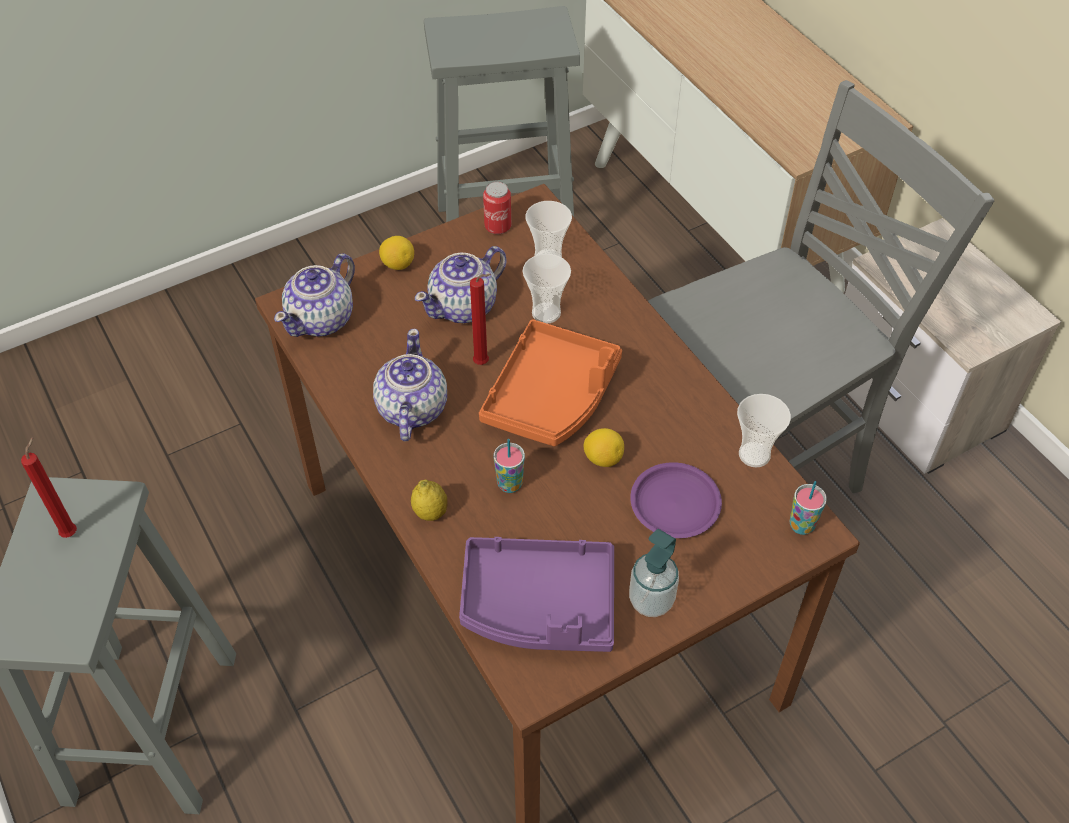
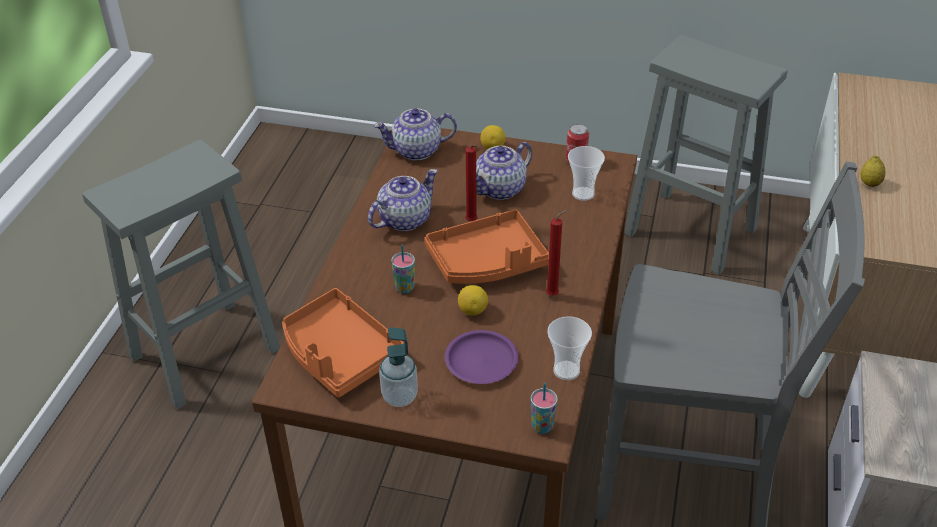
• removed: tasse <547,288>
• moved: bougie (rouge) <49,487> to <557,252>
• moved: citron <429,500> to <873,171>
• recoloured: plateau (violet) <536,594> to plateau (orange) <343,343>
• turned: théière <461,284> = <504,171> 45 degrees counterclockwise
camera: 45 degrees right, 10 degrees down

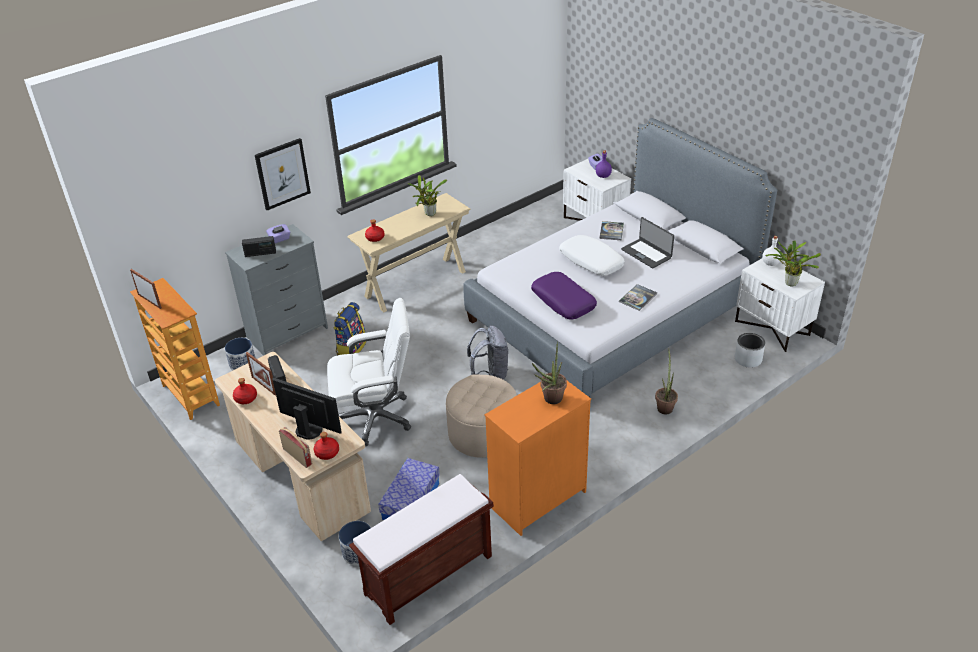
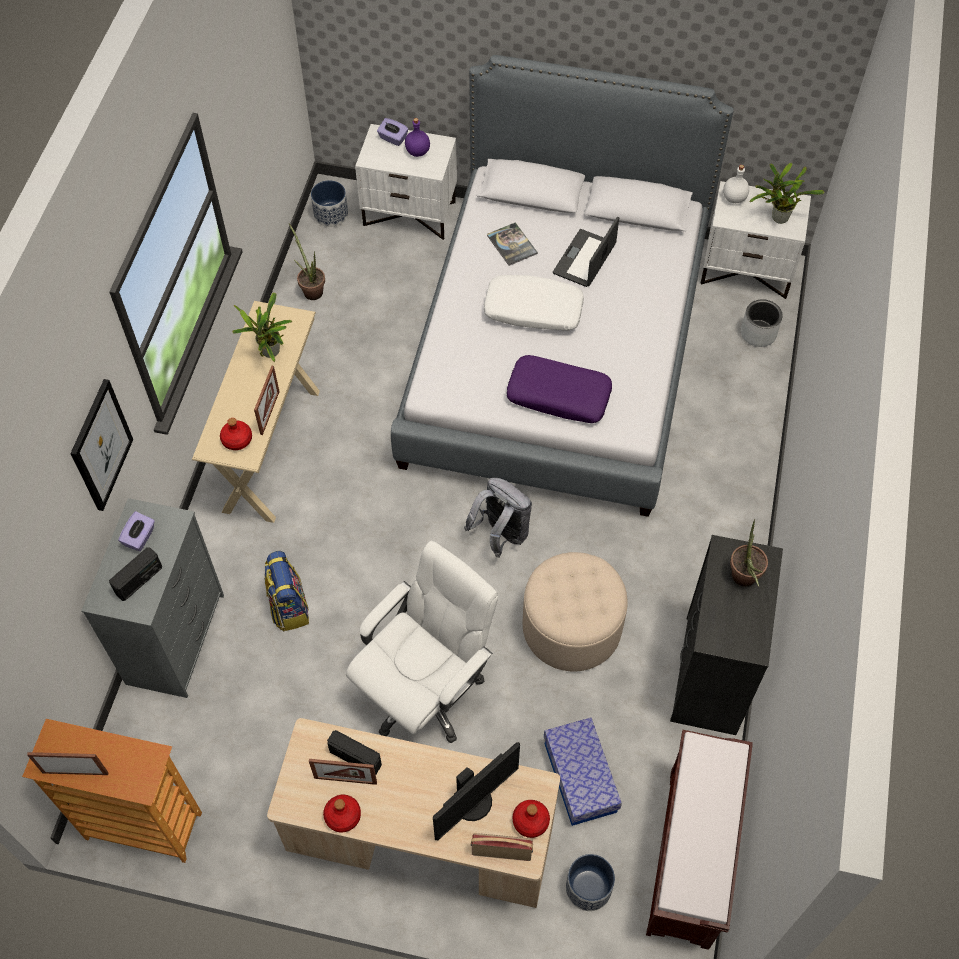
• removed: livre <638,297>
• added: cadre photo <267,400>
• moved: cache-pot <240,354> to <329,203>
• moved: plante en pot <666,382> to <307,262>
• recoloured: commode (orange) <538,458> to commode (noir) <726,635>
• turned: écran d'ordinateur <307,409> = <476,791> 150 degrees clockwise
• turned: ordinateur portable <647,242> = <586,251> 105 degrees clockwise
camera: 40 degrees left, 20 degrees up

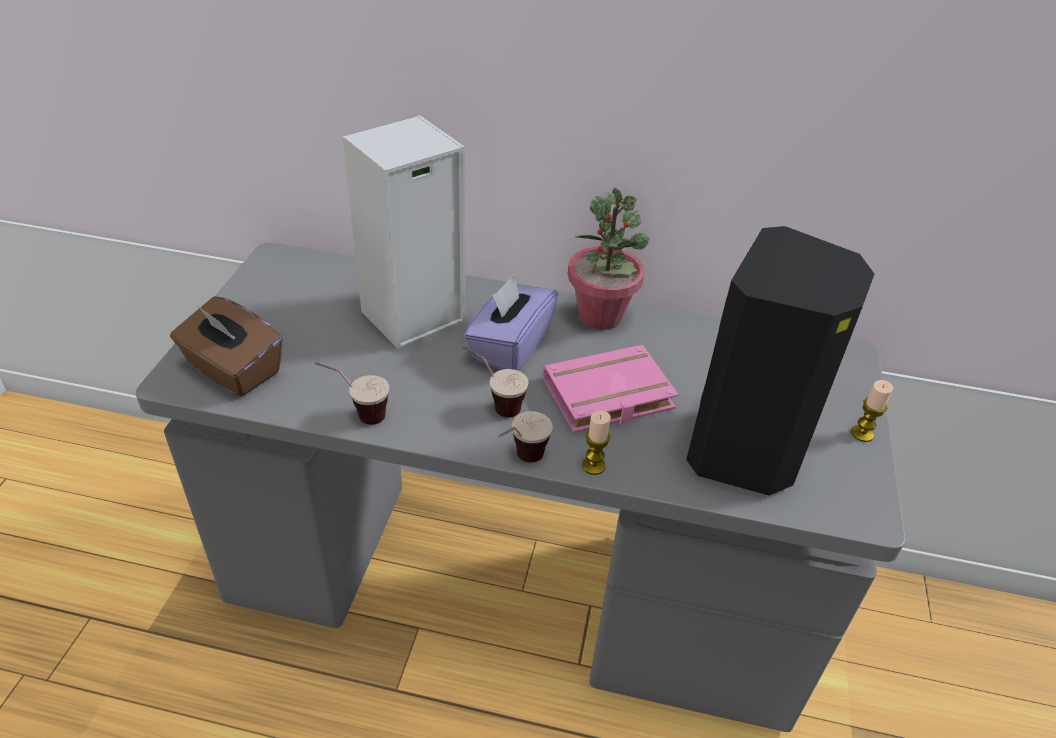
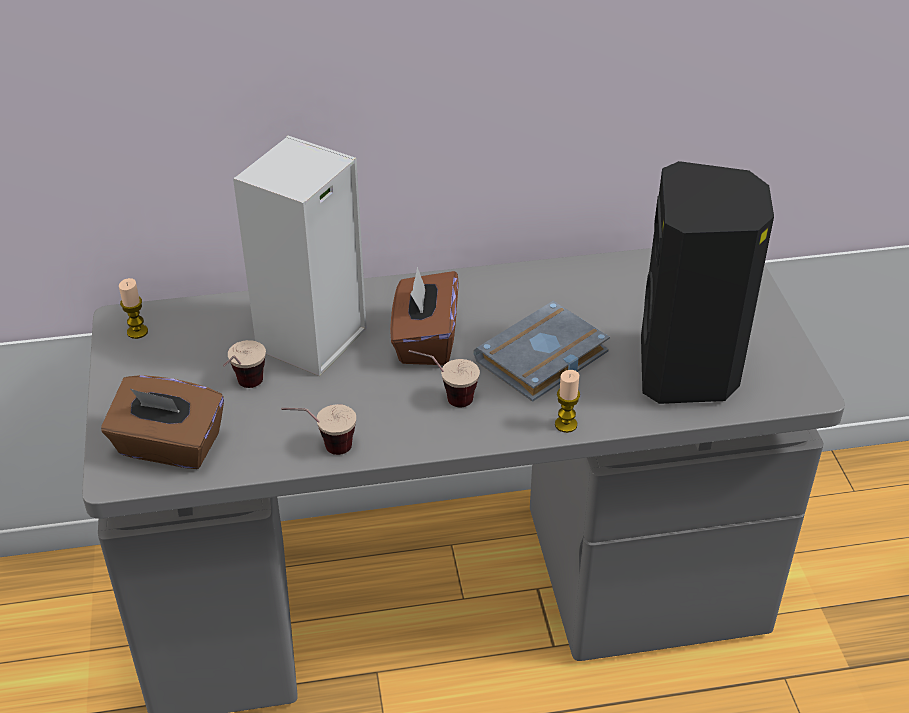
• removed: plante en pot <609,259>
• moved: tasse <525,436> to <244,364>
• moved: bougie <872,411> to <133,308>
• recoloured: boîte à mouchoirs (violet) <511,322> to boîte à mouchoirs (marron) <424,316>
• recoloured: livre (rose) <610,389> to livre (gris) <542,351>
camera: 20 degrees left, 0 degrees up

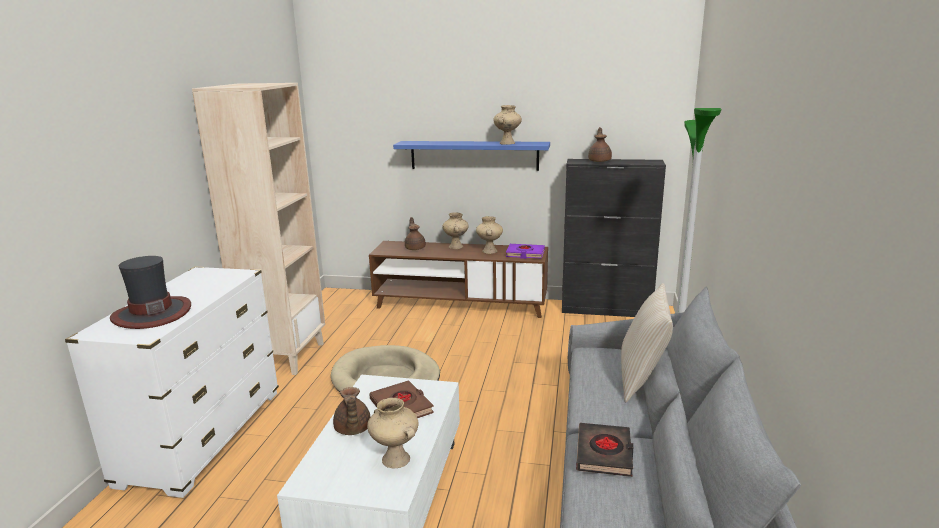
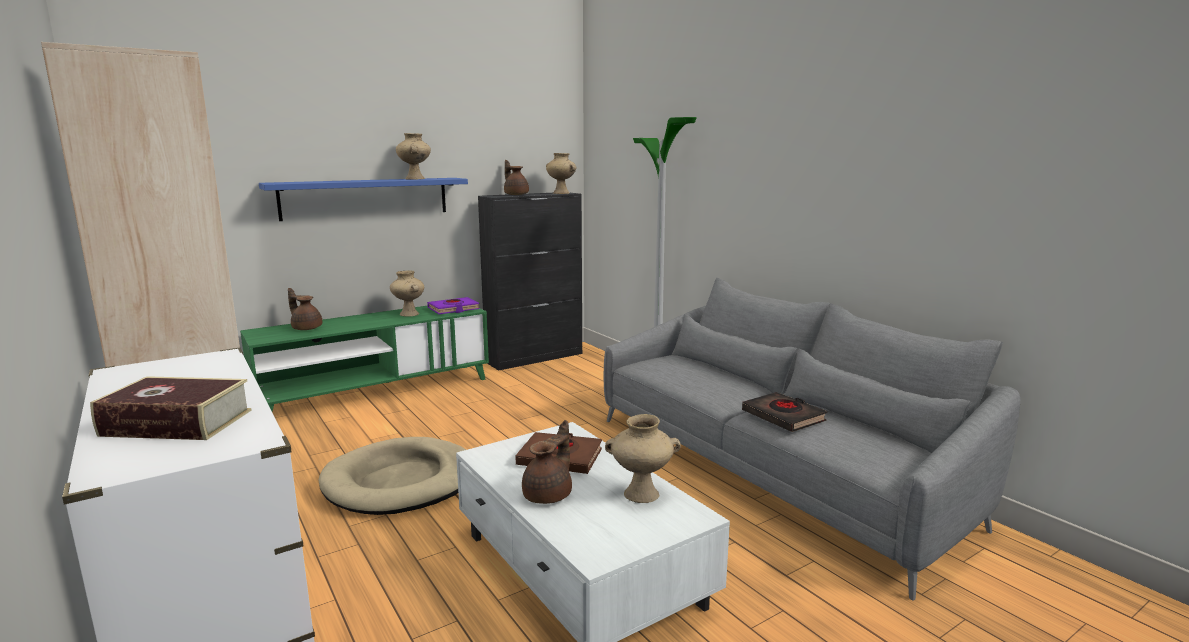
• removed: coussin (beige) <647,342>
• moved: vase (beige) <455,230> to <561,173>
• replaced: chapeau <150,292> to livre <171,408>
• recoloured: meuble télé (marron) <458,279> to meuble télé (vert) <364,358>
• turned: théière (marron) <352,411> = <547,462> 90 degrees counterclockwise
camera: 45 degrees left, 5 degrees down

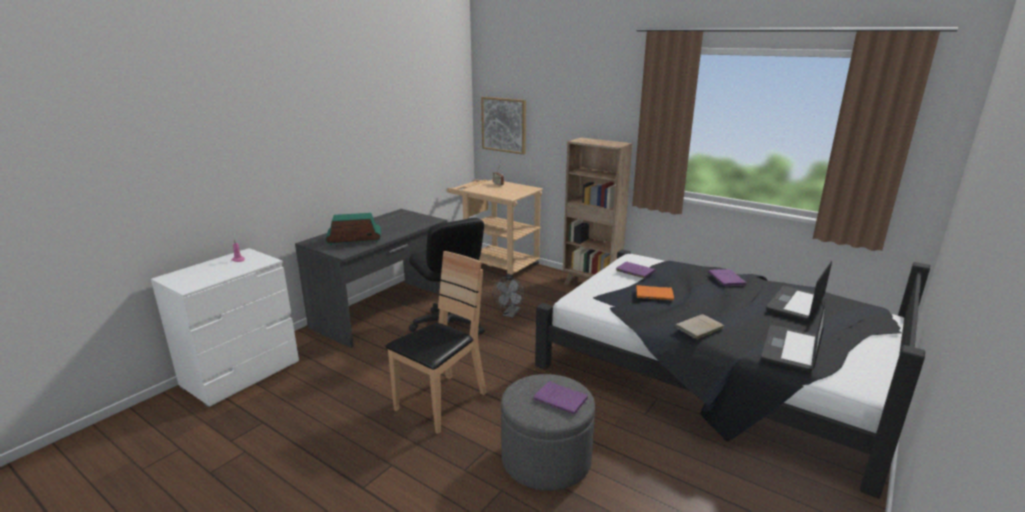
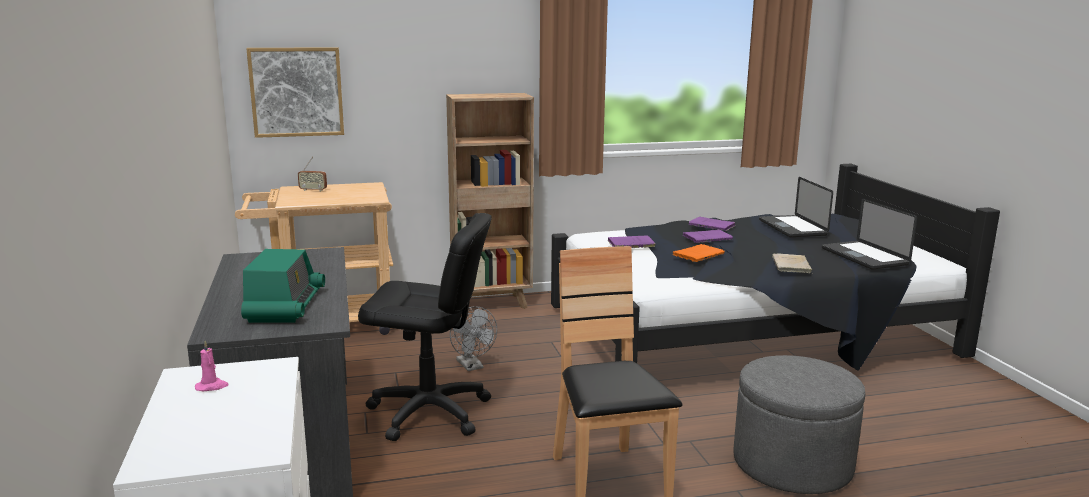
• moved: livre (violet) <561,398> to <708,236>
• turned: radio <353,229> = <283,286> 150 degrees clockwise
camera: 50 degrees left, 5 degrees down

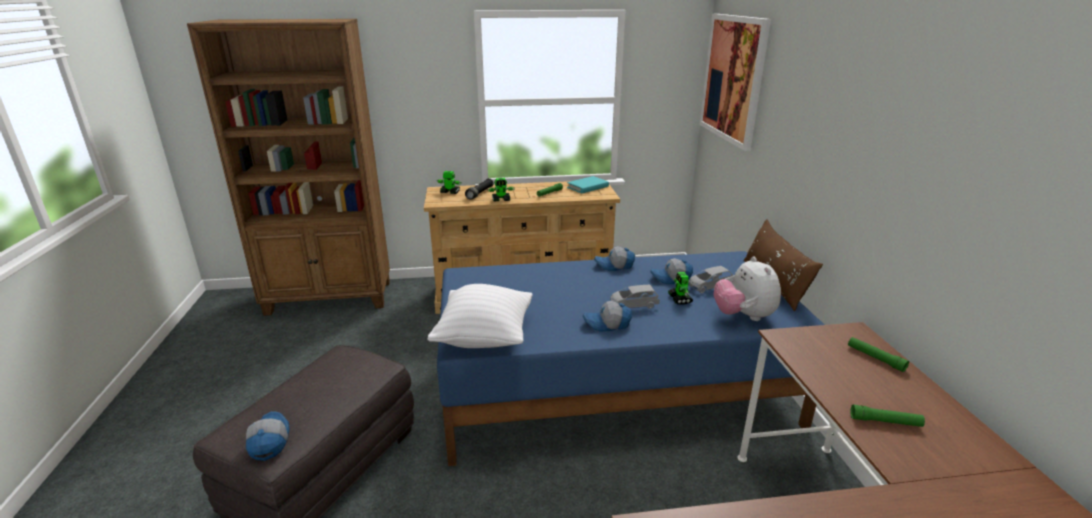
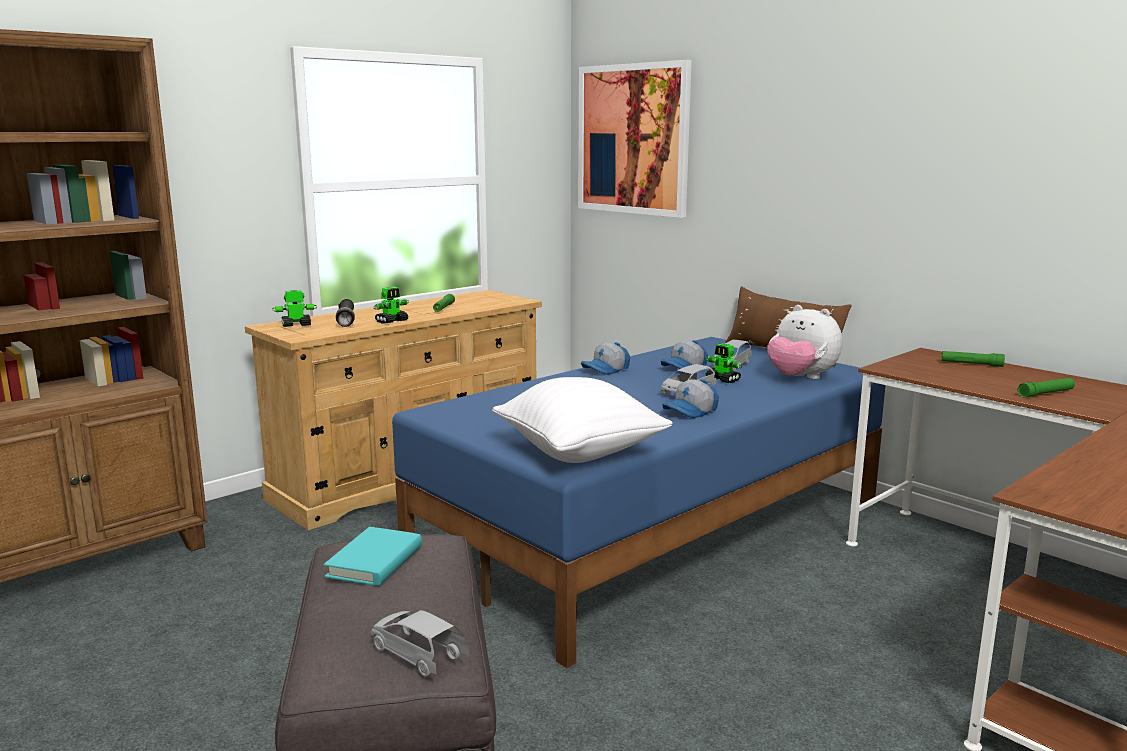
• moved: livre (turquoise) <588,184> to <373,556>
• replaced: casquette <268,436> to petite voiture (gris) <419,643>
camera: 35 degrees left, 10 degrees down

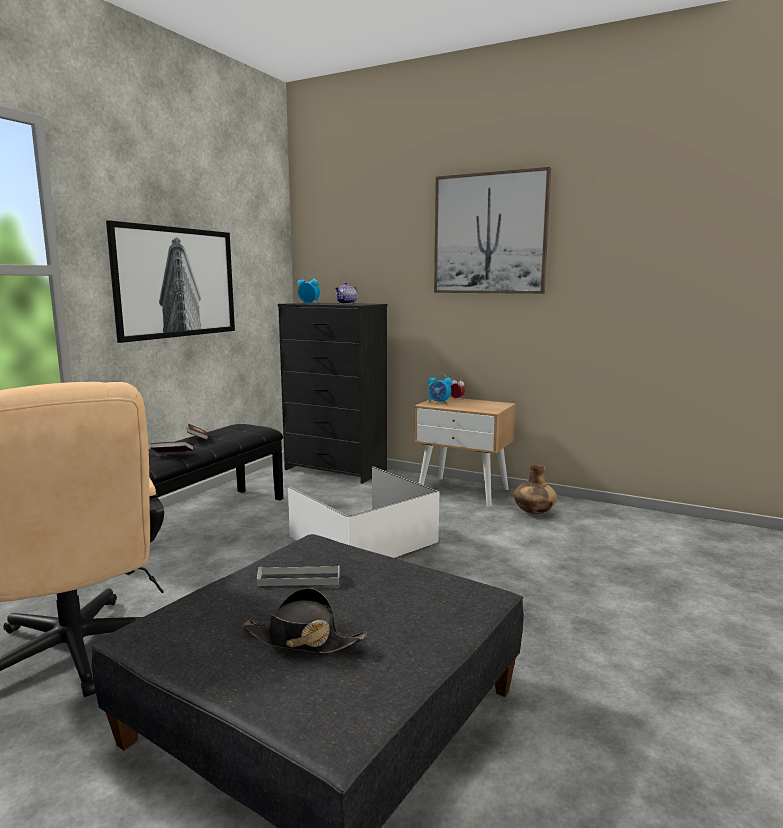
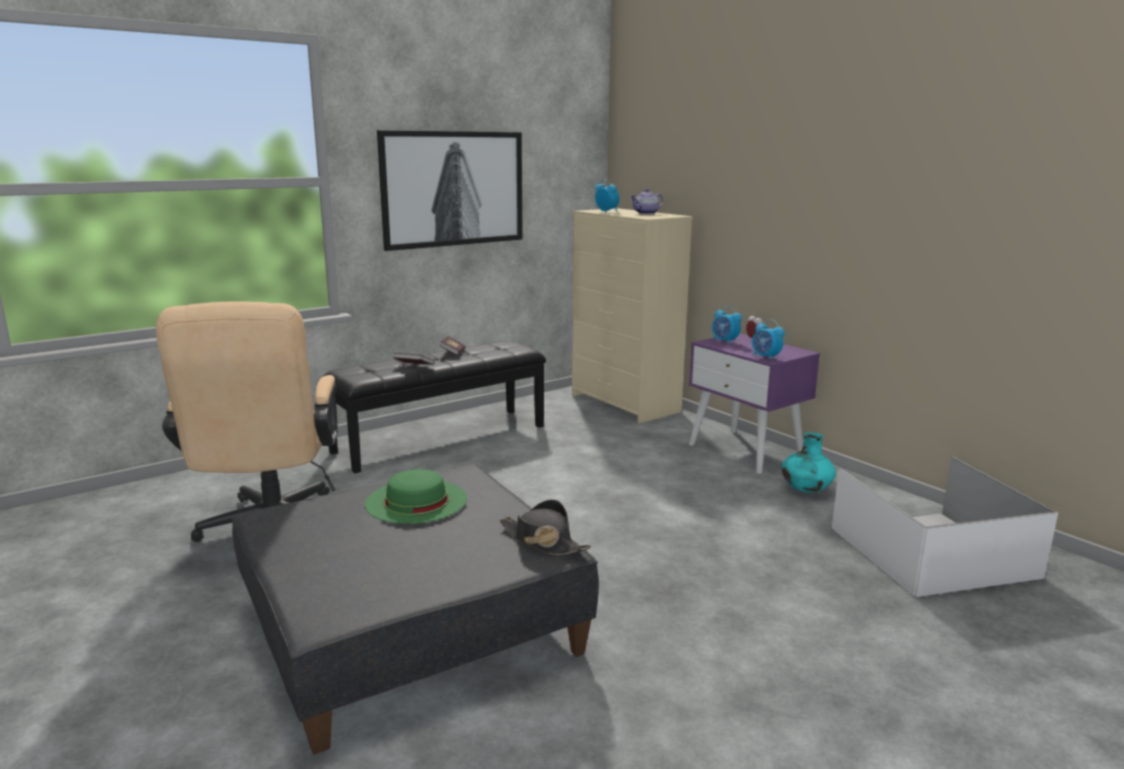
• removed: tableau <492,230>
• added: réveil <768,340>
• moved: chapeau (noir) <304,620> to <545,527>
• moved: boîte de rangement (blanc) <363,512> to <944,527>
• replaced: plateau (gris) <298,575> to chapeau (vert) <416,496>
• recoloured: commode (noir) <333,393> to commode (beige) <632,315>
• recoloured: table de chevet (beige) <465,452> to table de chevet (violet) <754,403>
• recoloured: vase (marron) <535,489> to vase (turquoise) <808,462>
camera: 25 degrees right, 5 degrees up

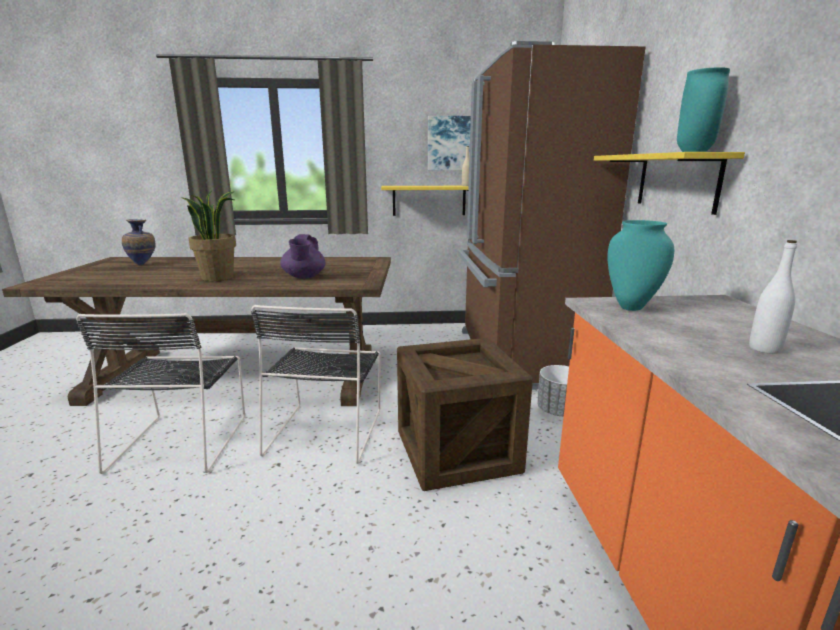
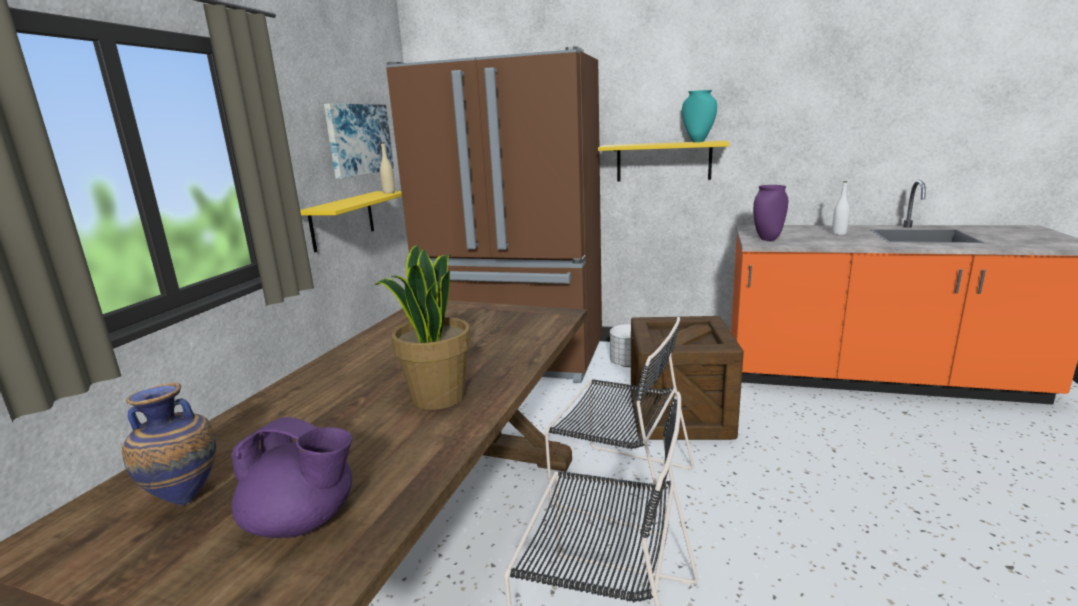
• moved: théière (violet) <303,256> to <291,477>
• recoloured: vase (turquoise) <640,265> to vase (violet) <770,213>
camera: 70 degrees left, 0 degrees up

